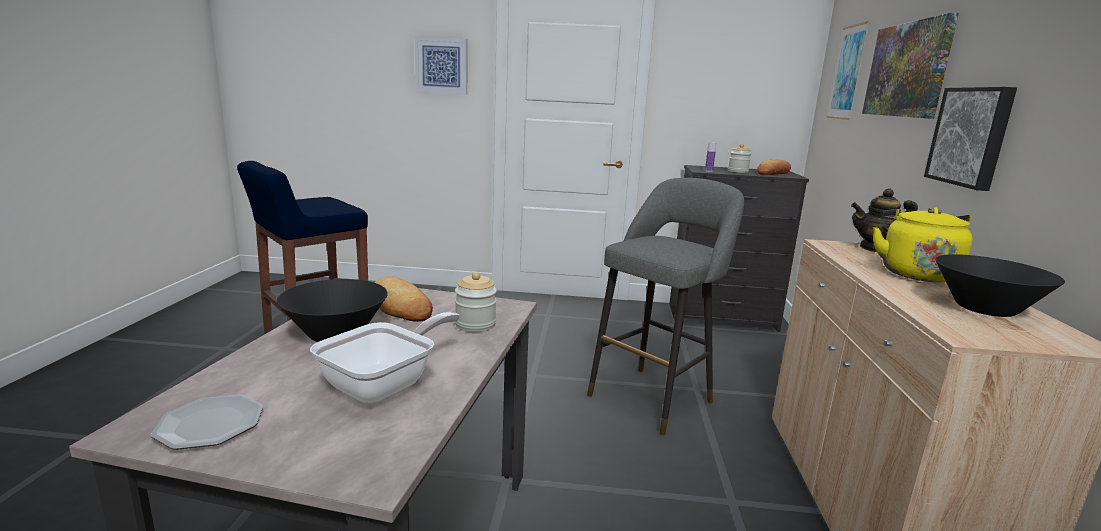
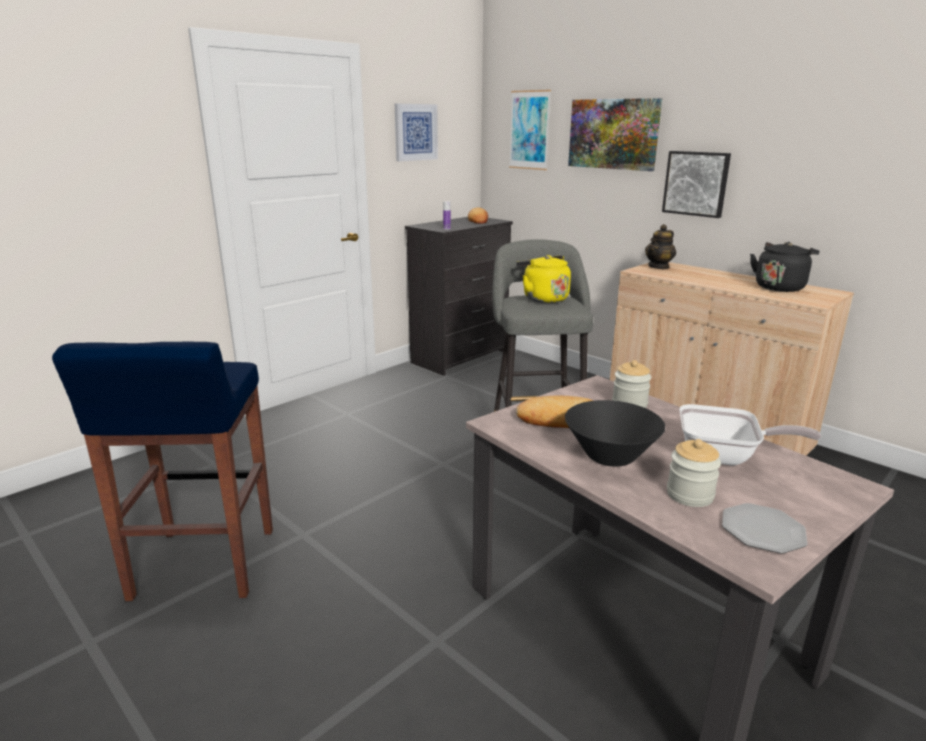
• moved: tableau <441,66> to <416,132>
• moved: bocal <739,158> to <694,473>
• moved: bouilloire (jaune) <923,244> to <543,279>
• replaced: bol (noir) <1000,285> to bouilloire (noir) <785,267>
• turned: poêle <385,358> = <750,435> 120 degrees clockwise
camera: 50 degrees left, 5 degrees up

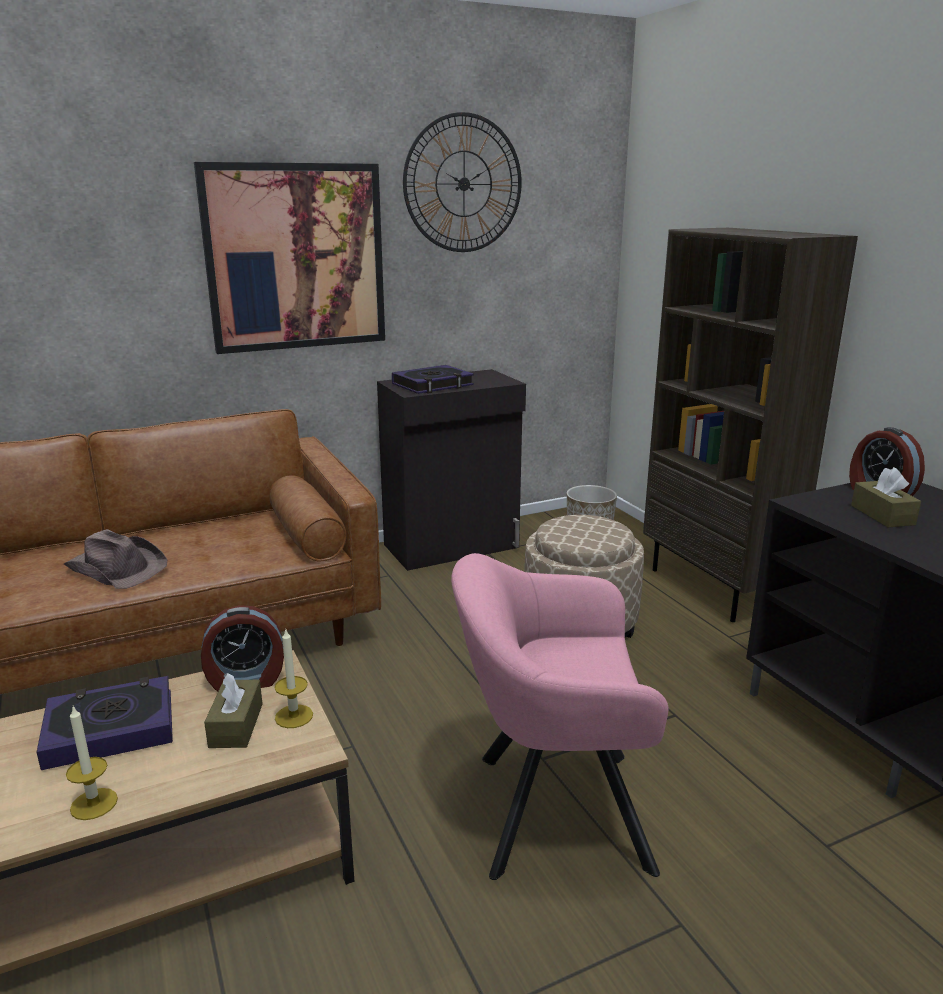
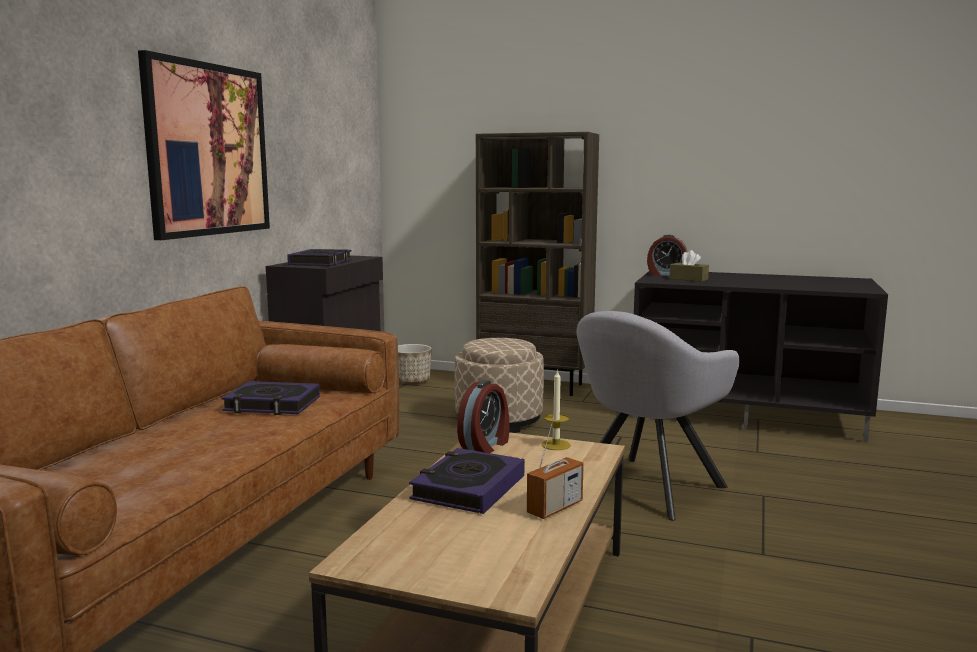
• removed: chapeau (marron) <115,559>
• removed: boîte à mouchoirs (marron) <233,710>
• removed: horloge murale <462,182>
• added: livre <271,398>
• replaced: bougie <92,763> to radio <555,468>
• recoloured: fauteuil (rose) <559,716> to fauteuil (gris) <658,416>
camera: 45 degrees left, 10 degrees down

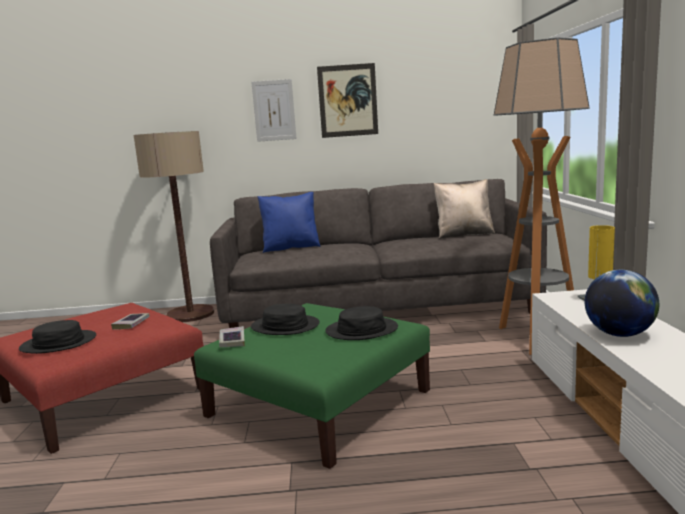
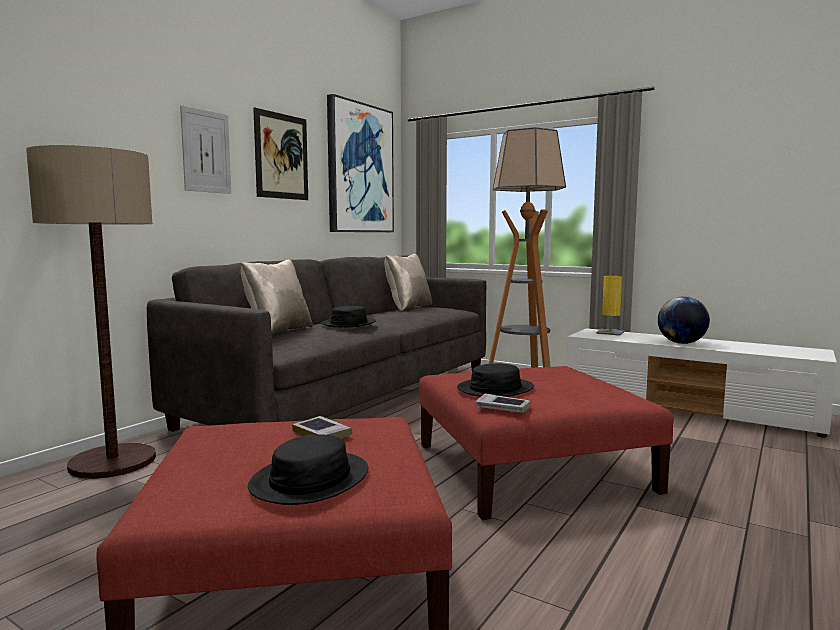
• added: tableau <360,163>
• moved: chapeau (noir) <361,323> to <348,316>
• recoloured: pouf (vert) <312,386> to pouf (rouge) <546,443>
• recoloured: coussin (bleu) <289,222> to coussin (beige) <277,298>
camera: 55 degrees left, 5 degrees down

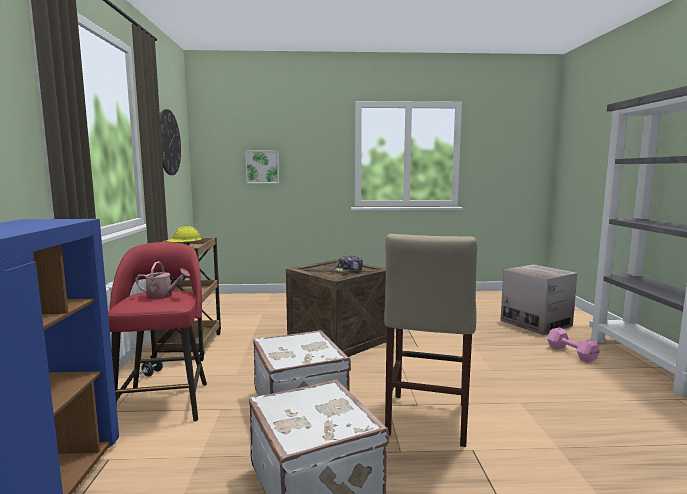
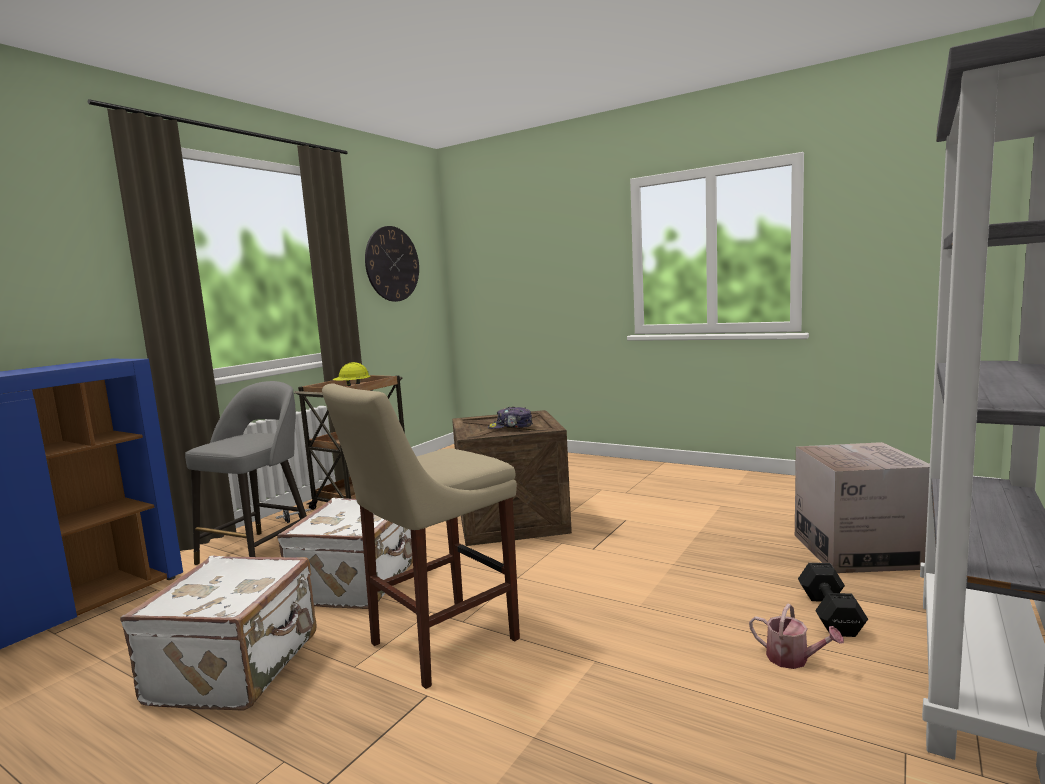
• removed: tableau <262,167>
• moved: arrosoir <163,280> to <796,636>
• recoloured: tabouret (rouge) <157,332> to tabouret (gris) <246,473>
• recoloured: haltère (rose) <573,345> to haltère (noir) <833,600>
camera: 35 degrees right, 0 degrees up

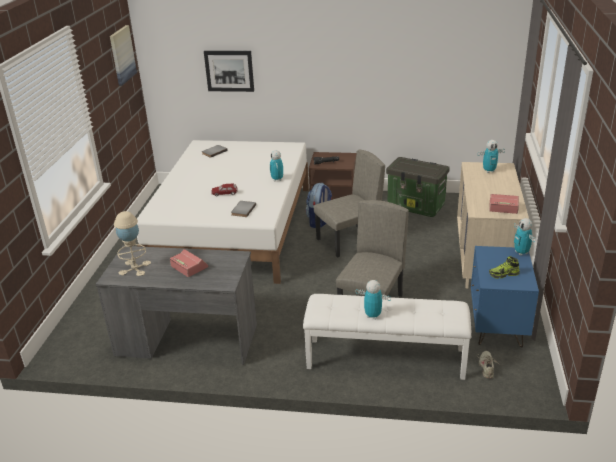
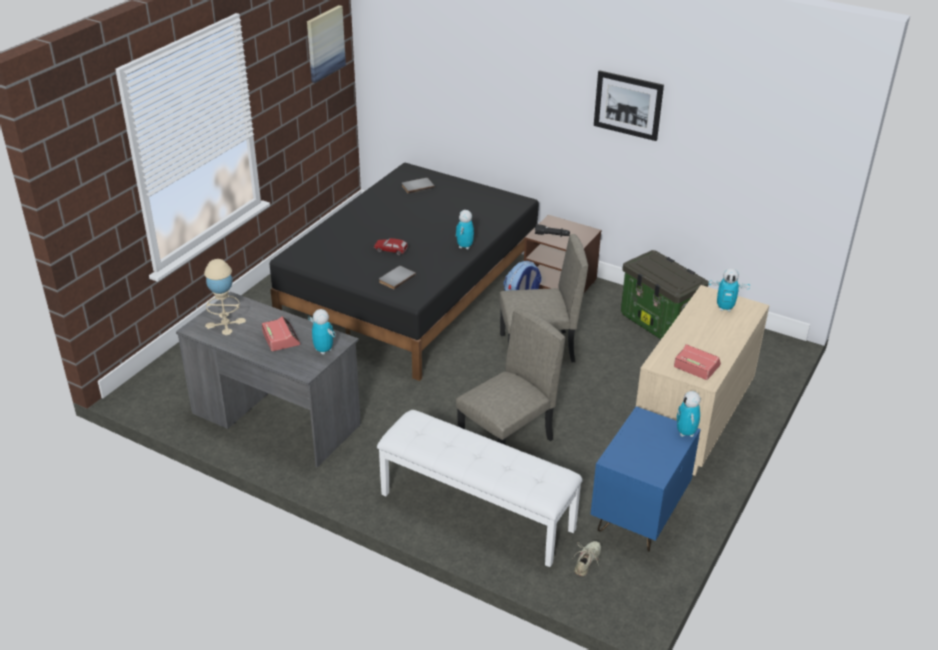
• removed: chaussure <504,267>
• moved: tableau <229,71> to <629,105>
• moved: robot jouet <373,299> to <321,332>
• recoloured: lit (blanc) <223,212> to lit (noir) <404,272>
camera: 20 degrees right, 5 degrees up

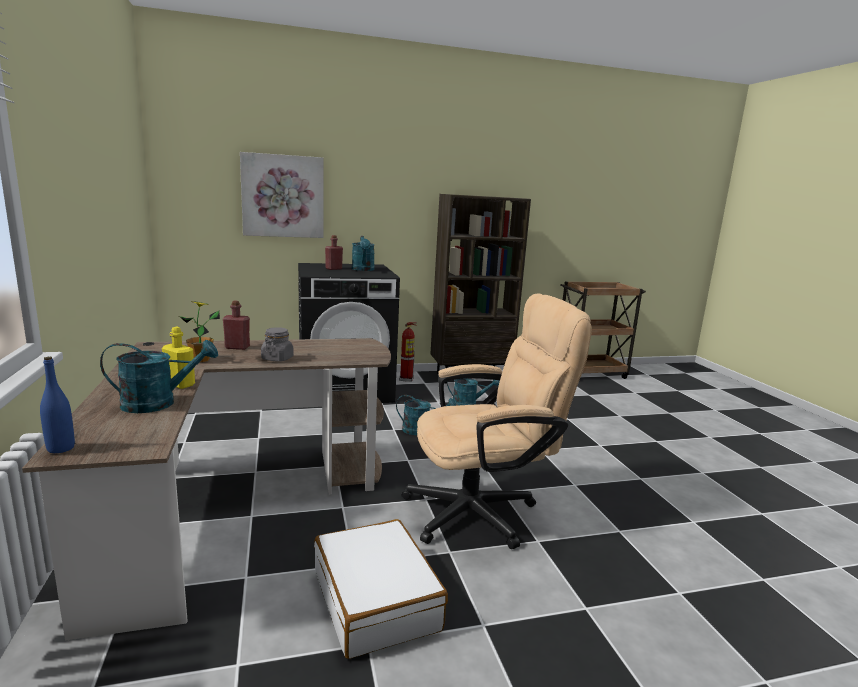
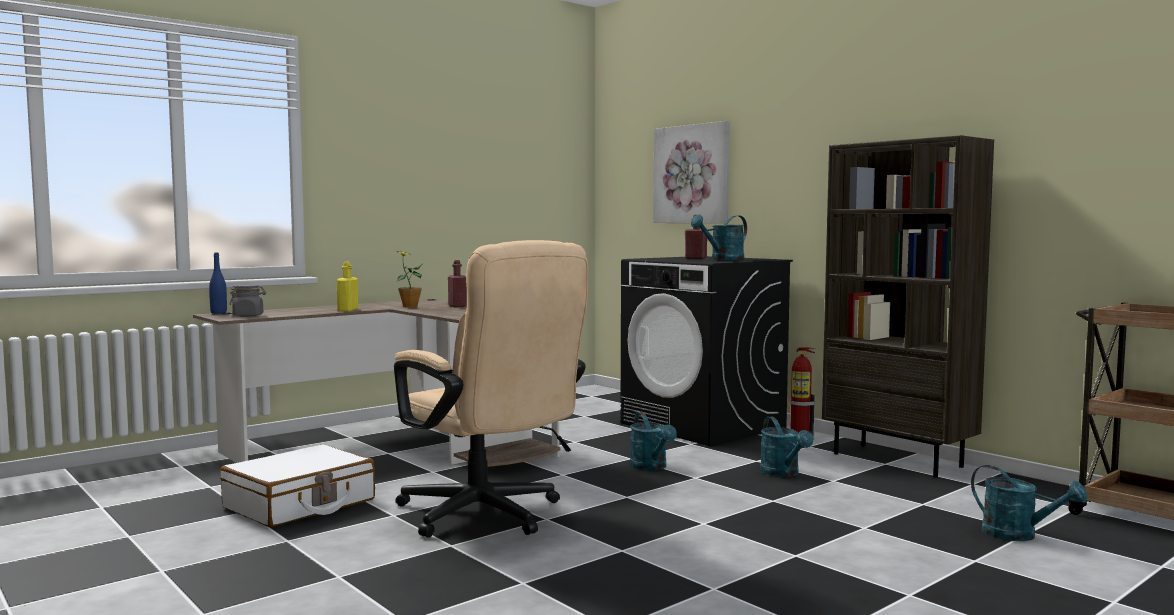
• moved: arrosoir (turquoise) <159,376> to <1029,503>
• moved: bocal (gris) <277,344> to <248,301>
camera: 65 degrees right, 10 degrees down

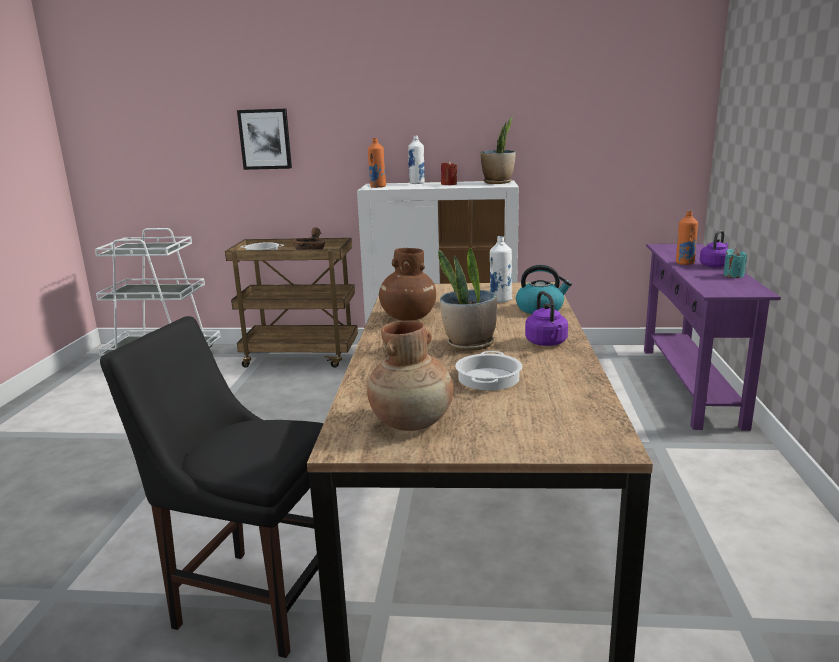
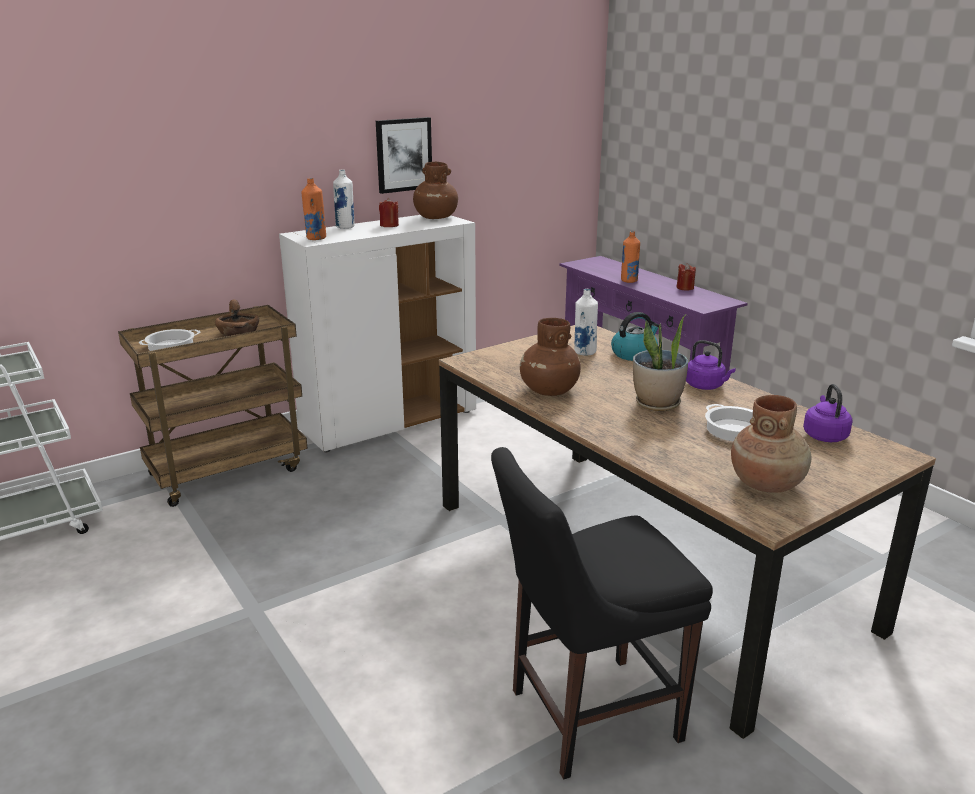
• moved: tableau <264,139> to <404,155>
• moved: bouilloire (violet) <714,249> to <828,413>
• replaced: plante en pot <498,150> to vase (marron) <435,190>
• recoloured: bougie (turquoise) <735,263> to bougie (rouge) <686,277>
camera: 40 degrees left, 5 degrees up

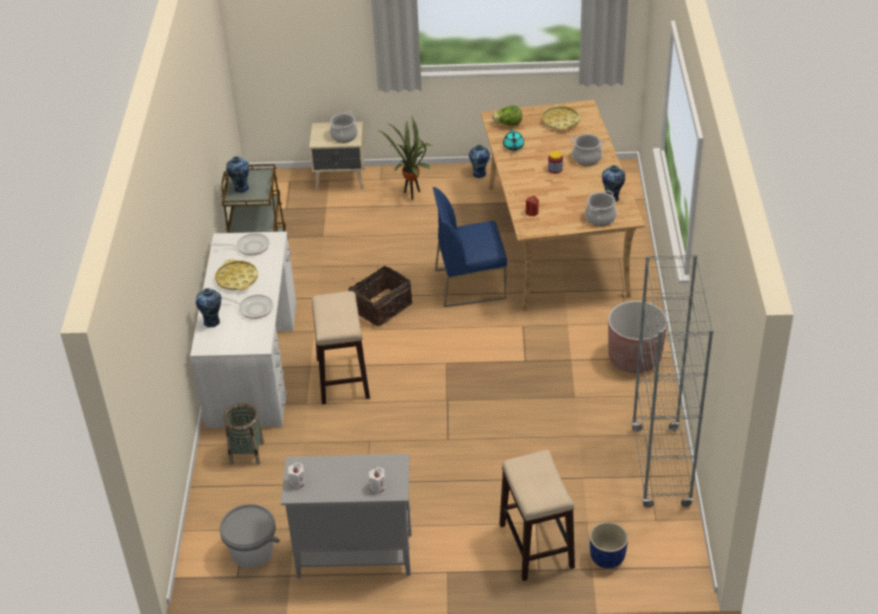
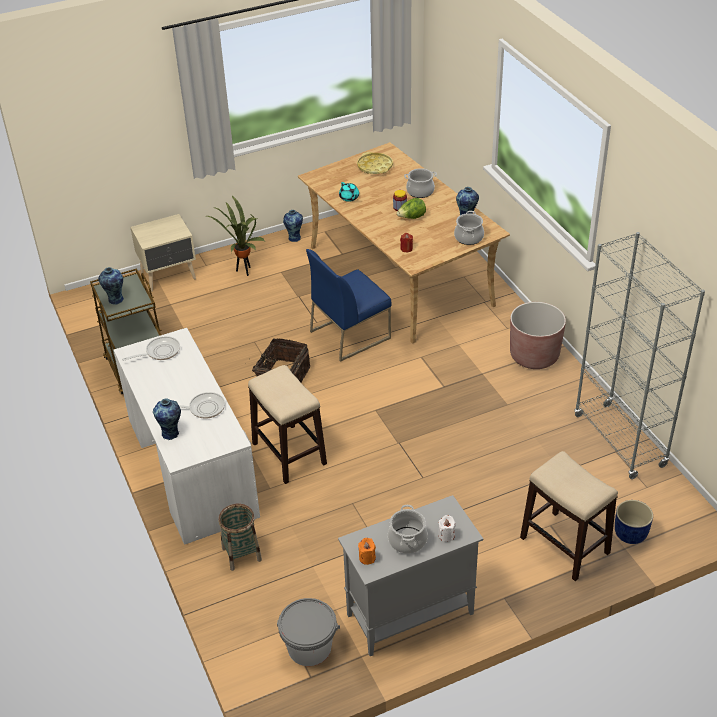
• removed: plateau (jaune) <236,274>
• moved: marmite <344,127> to <408,529>
• moved: laitue <507,116> to <411,208>
• recoloured: bougie (blanc) <297,475> to bougie (orange) <367,551>
camera: 25 degrees left, 0 degrees up

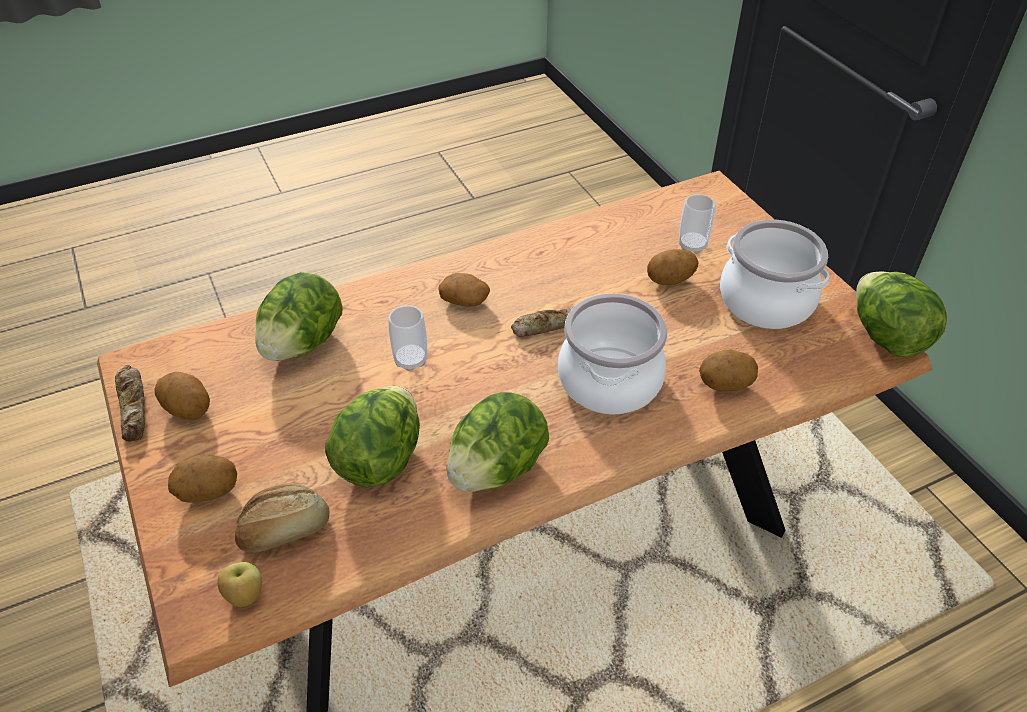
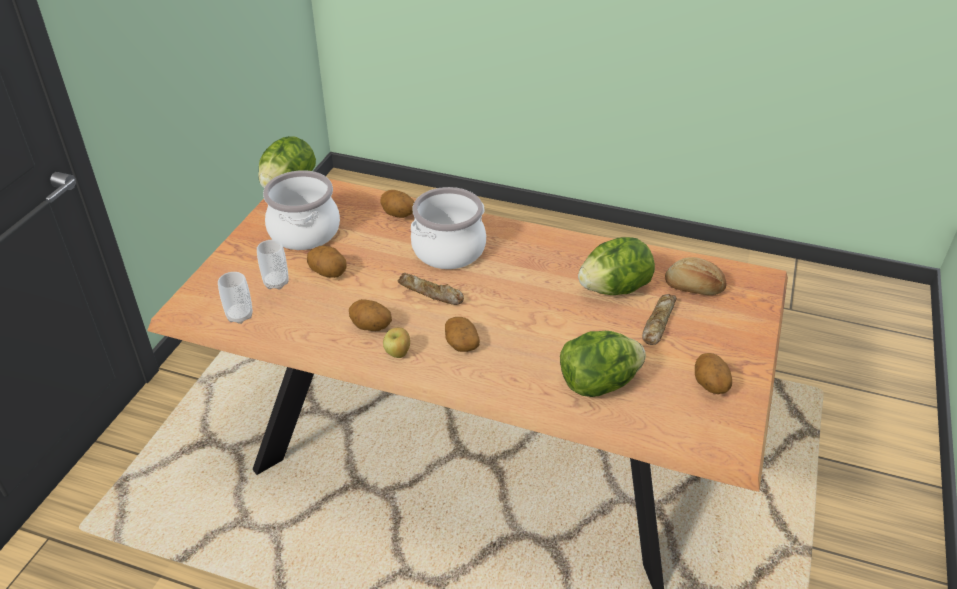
• removed: laitue <498,442>
• moved: pain <130,403> to <659,319>
• moved: pomme de terre <202,478> to <370,315>
• moved: pomme <239,584> to <396,343>
• moved: tasse <407,338> to <235,298>
camera: 135 degrees left, 5 degrees down

